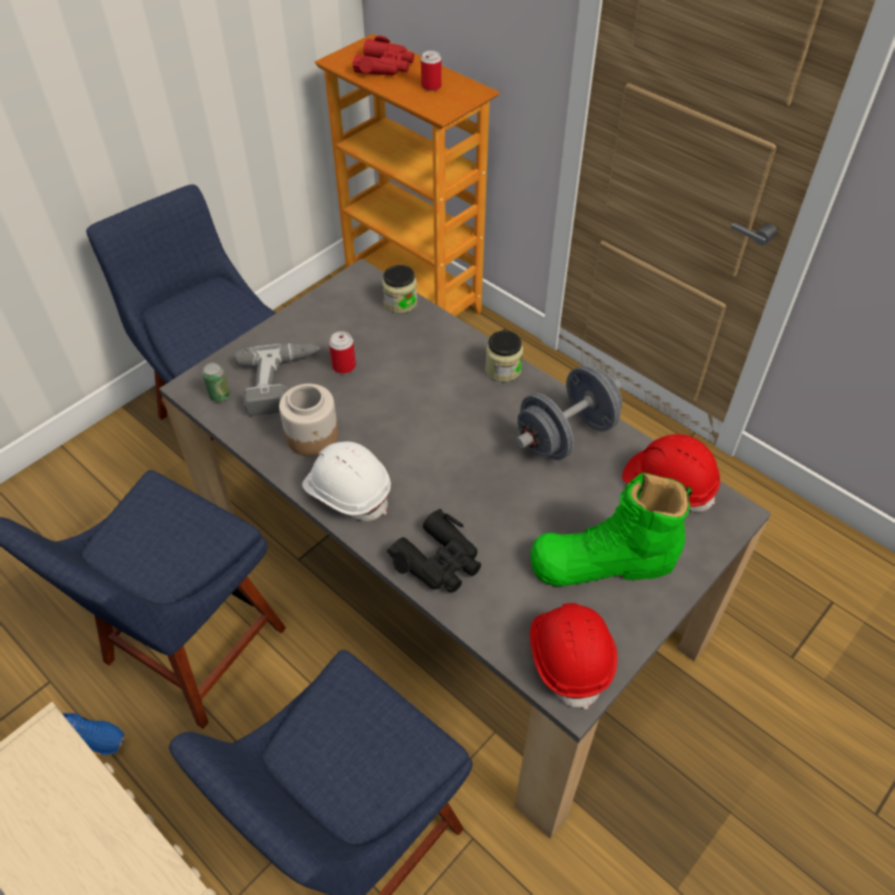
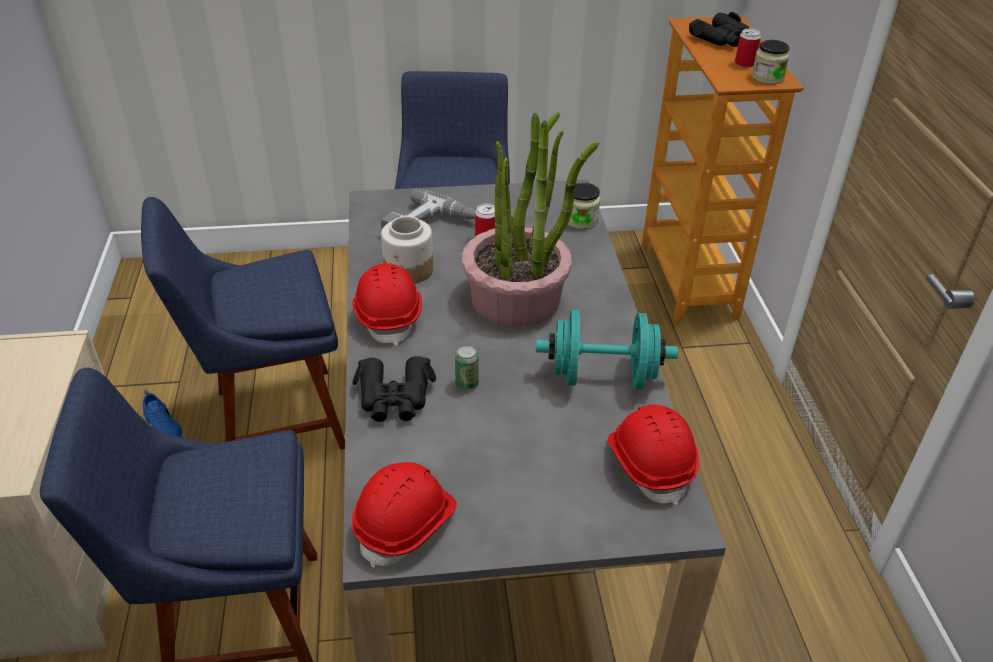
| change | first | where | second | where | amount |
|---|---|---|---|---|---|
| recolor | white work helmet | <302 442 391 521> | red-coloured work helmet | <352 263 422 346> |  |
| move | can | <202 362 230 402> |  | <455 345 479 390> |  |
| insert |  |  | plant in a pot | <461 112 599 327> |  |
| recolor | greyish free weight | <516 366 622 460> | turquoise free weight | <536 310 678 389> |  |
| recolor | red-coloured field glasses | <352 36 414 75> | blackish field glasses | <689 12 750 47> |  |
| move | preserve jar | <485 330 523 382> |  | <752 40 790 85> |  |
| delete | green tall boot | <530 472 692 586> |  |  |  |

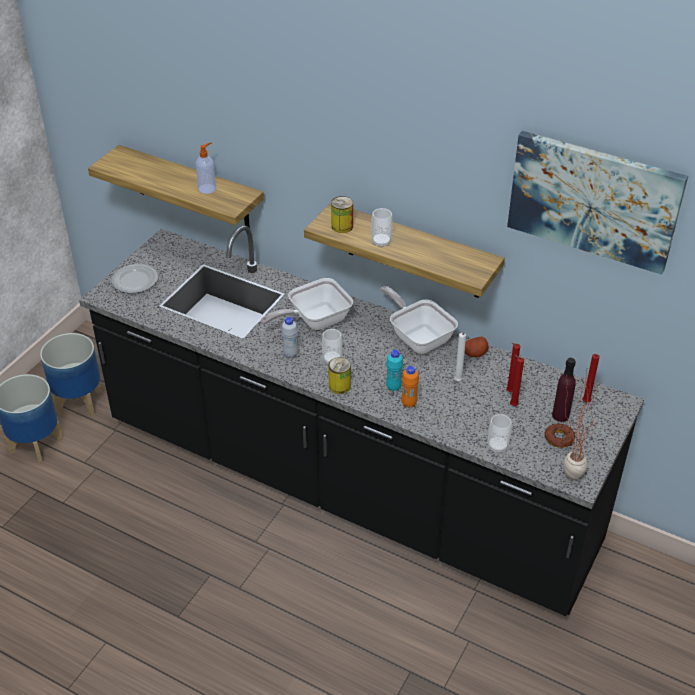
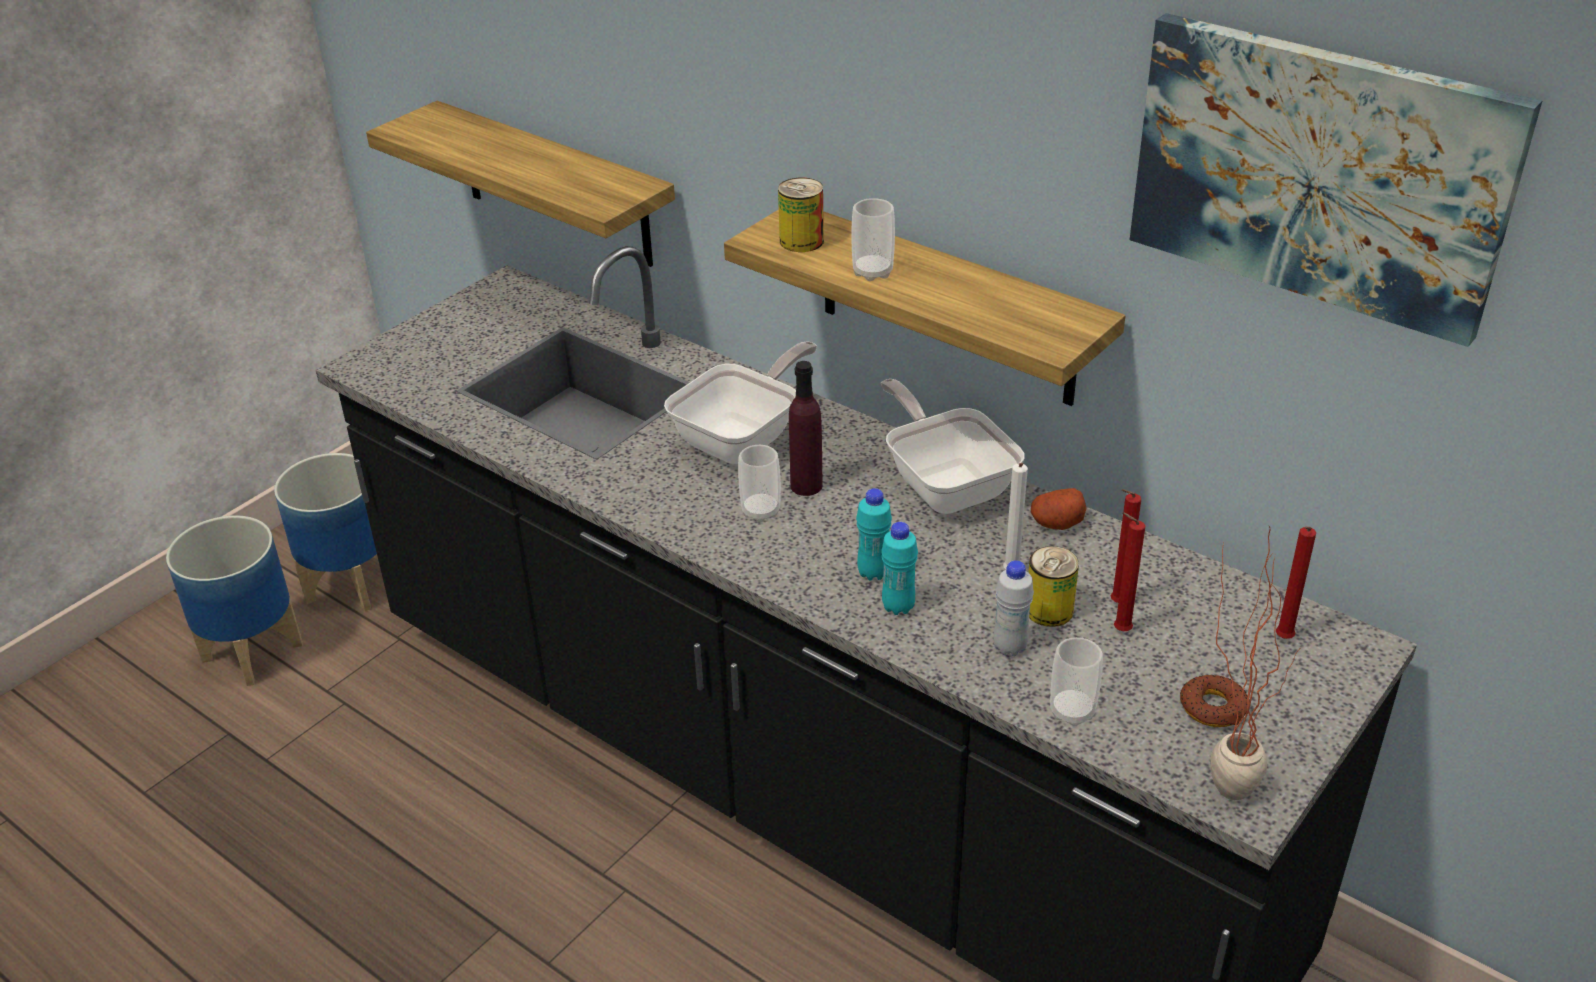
| change | first | where | second | where | amount |
|---|---|---|---|---|---|
| rotate | skillet | <261 278 353 330> |  | <664 342 817 465> | 150 degrees clockwise |
| move | purple beverage bottle | <552 358 576 422> |  | <789 361 822 496> |  |
| recolor | orangey beverage bottle | <401 366 419 408> | turquoise beverage bottle | <881 522 918 615> |  |
| move | white beverage bottle | <281 317 298 358> |  | <994 560 1034 656> |  |
| move | can | <328 357 351 394> |  | <1028 546 1079 627> |  |
| delete | flat dish | <111 264 158 293> |  |  |  |
| delete | soap bottle | <196 142 216 194> |  |  |  |

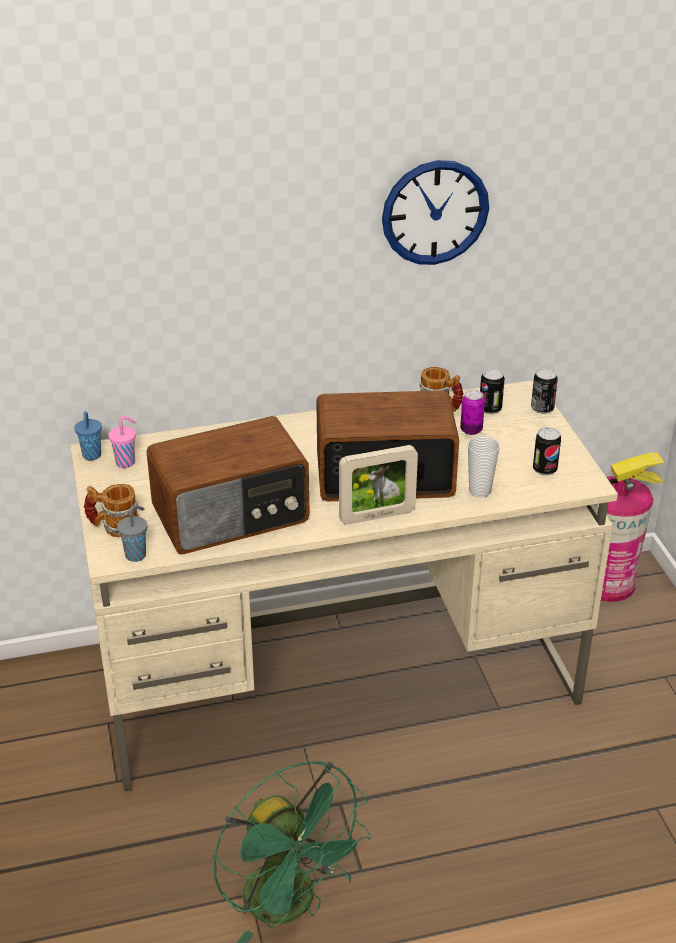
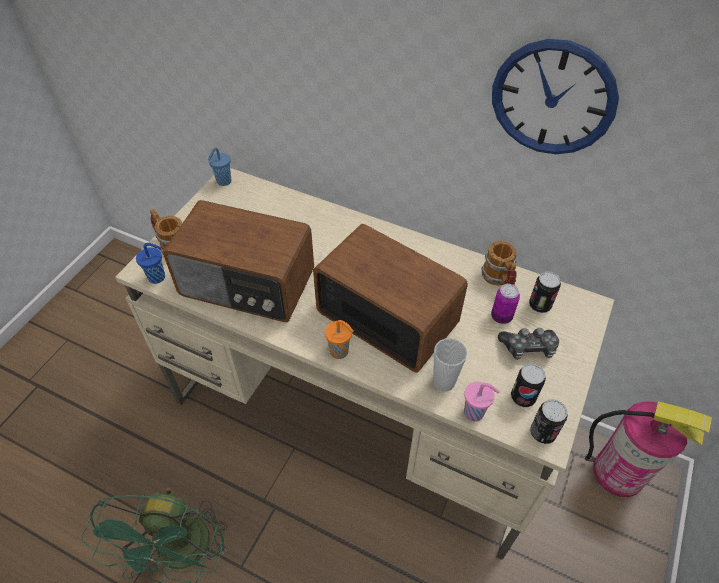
| change | first | where | second | where | amount |
|---|---|---|---|---|---|
| recolor | greyish cup | <117 505 147 562> | blue-coloured cup | <136 243 165 284> |  |
| replace | photo frame | <339 445 418 525> | orangey cup | <325 320 354 359> |  |
| move | pinkish cup | <108 416 137 468> |  | <464 382 500 422> |  |
| insert |  |  | gamepad | <498 328 559 360> |  |
| move | can | <531 368 558 414> |  | <530 399 568 444> |  |

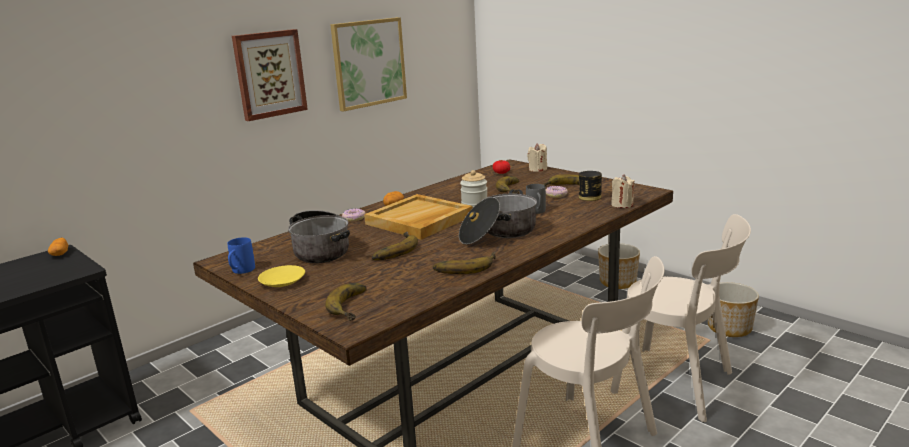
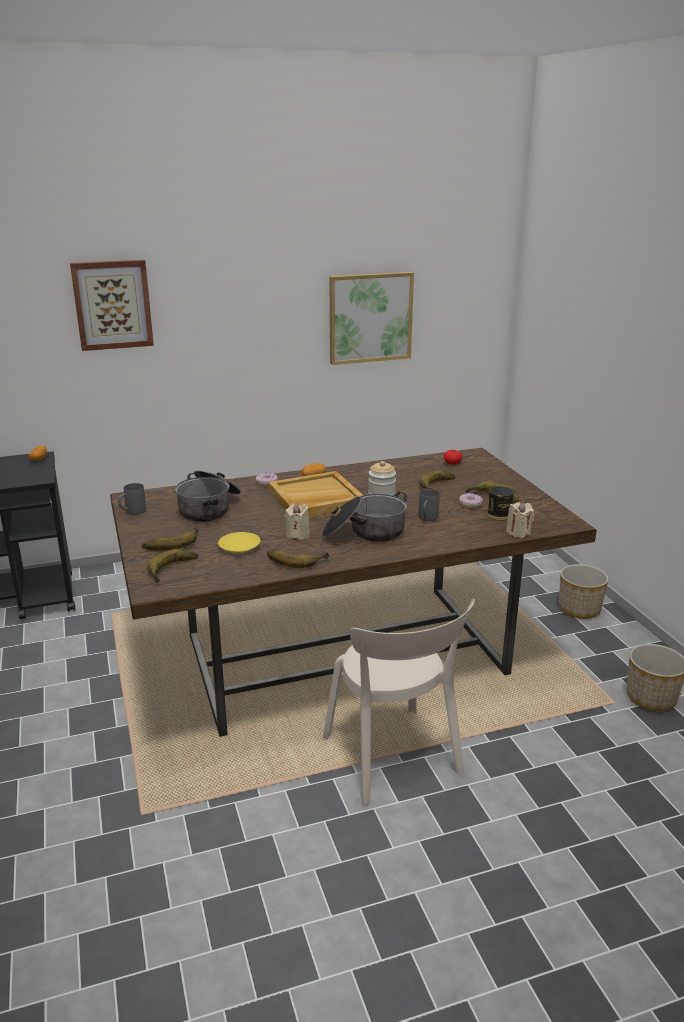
| change | first | where | second | where | amount |
|---|---|---|---|---|---|
| move | wall art | <232 29 308 121> |  | <70 260 154 351> |  |
| recolor | blue-coloured tea mug | <227 237 255 274> | greyish tea mug | <118 483 146 515> |  |
| move | whole banana | <372 232 418 260> |  | <142 526 199 551> |  |
| move | yellow flat dish | <258 265 305 287> |  | <218 532 260 553> |  |
| move | sand-coloured wax candle | <527 143 547 172> |  | <285 503 310 540> |  |
| delete | sand-coloured chair | <610 214 751 422> |  |  |  |

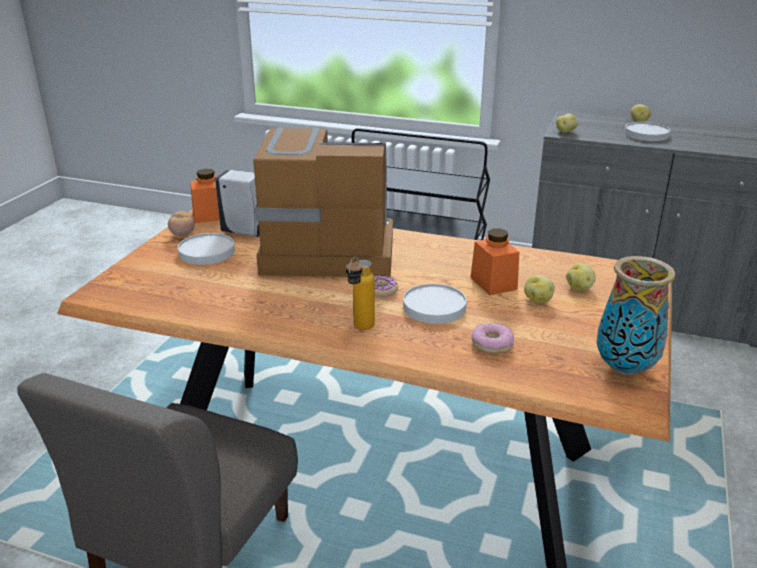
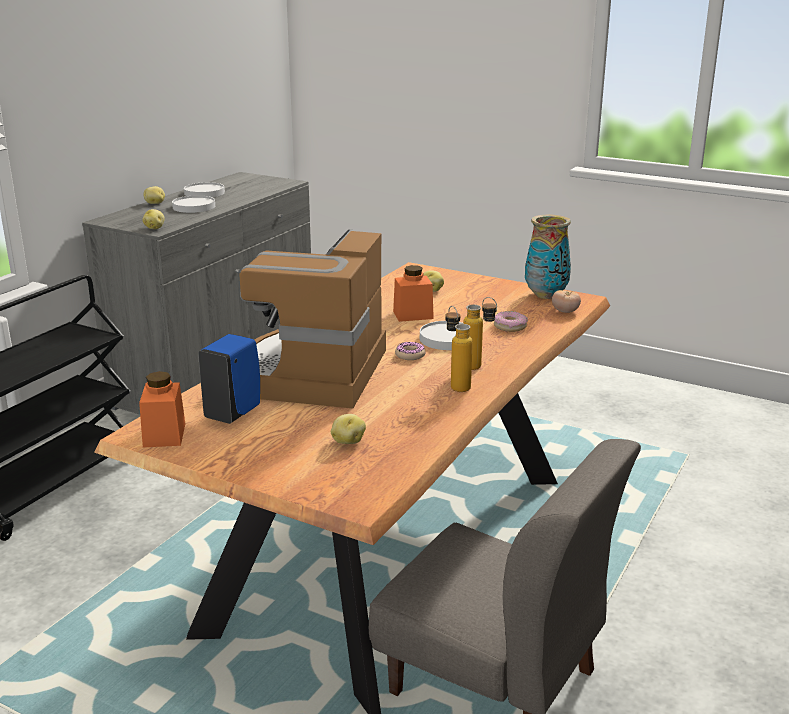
| change | first | where | second | where | amount |
|---|---|---|---|---|---|
| move | white flat dish | <178 233 235 265> |  | <184 182 225 197> |  |
| recolor | white soap bottle | <215 170 260 237> | blue-coloured soap bottle | <198 334 260 424> |  |
| move | whole potato | <524 275 555 303> |  | <331 414 366 444> |  |
| insert |  |  | beverage bottle | <445 306 473 392> |  |
| move | fresh tomato | <168 211 195 236> |  | <552 290 581 313> |  |

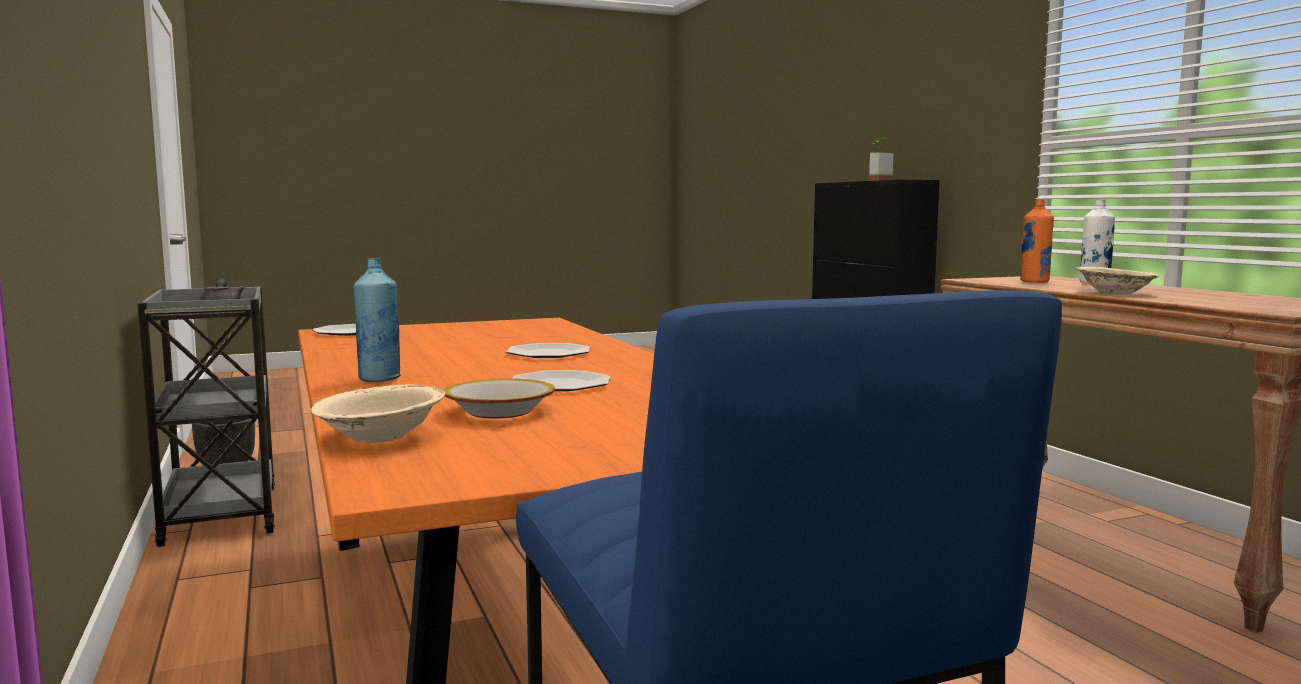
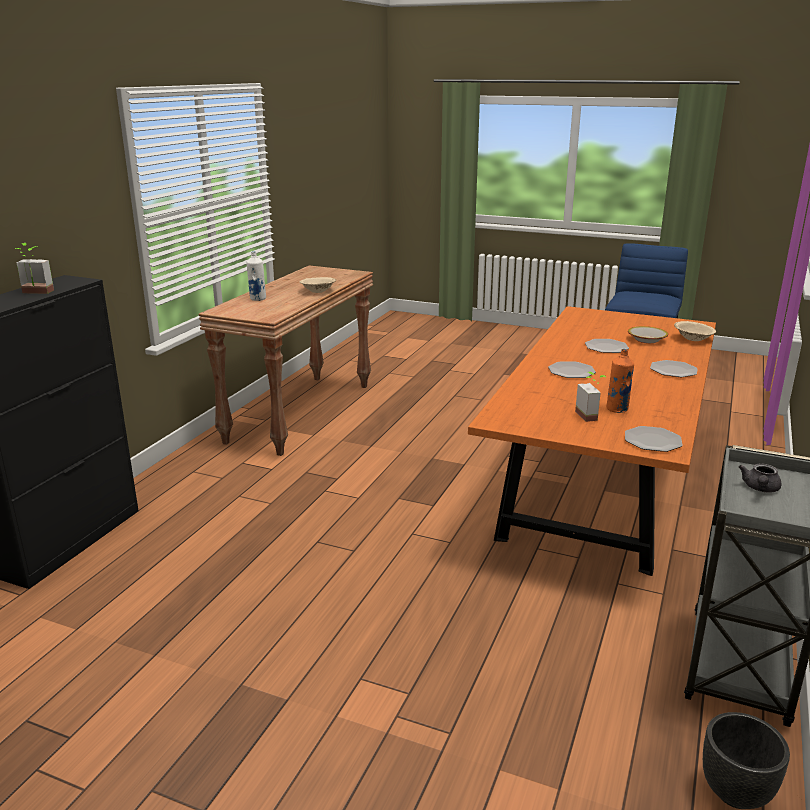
| change | first | where | second | where | amount |
|---|---|---|---|---|---|
| insert |  |  | plant in a pot | <575 372 606 422> |  |
| move | orangey beverage bottle | <1020 199 1054 283> |  | <606 349 634 413> |  |
| replace | blue-coloured beverage bottle | <354 258 401 382> | flat dish | <650 360 698 377> |  |

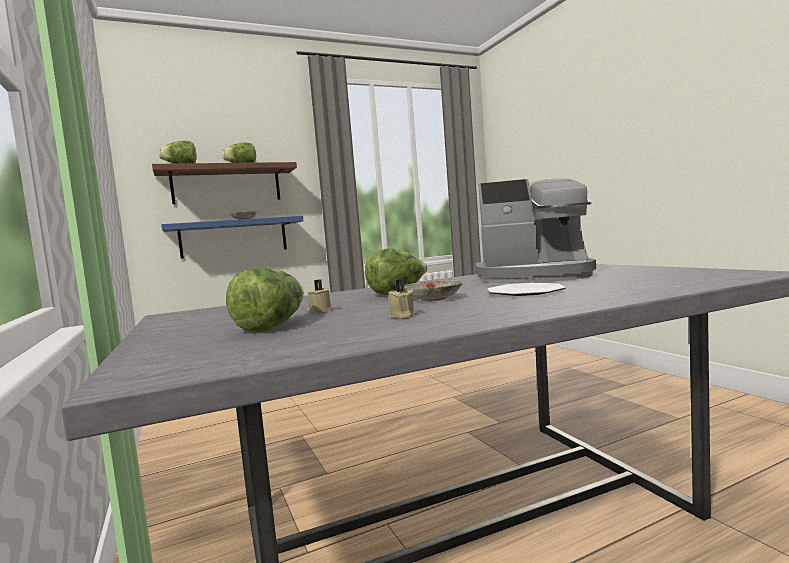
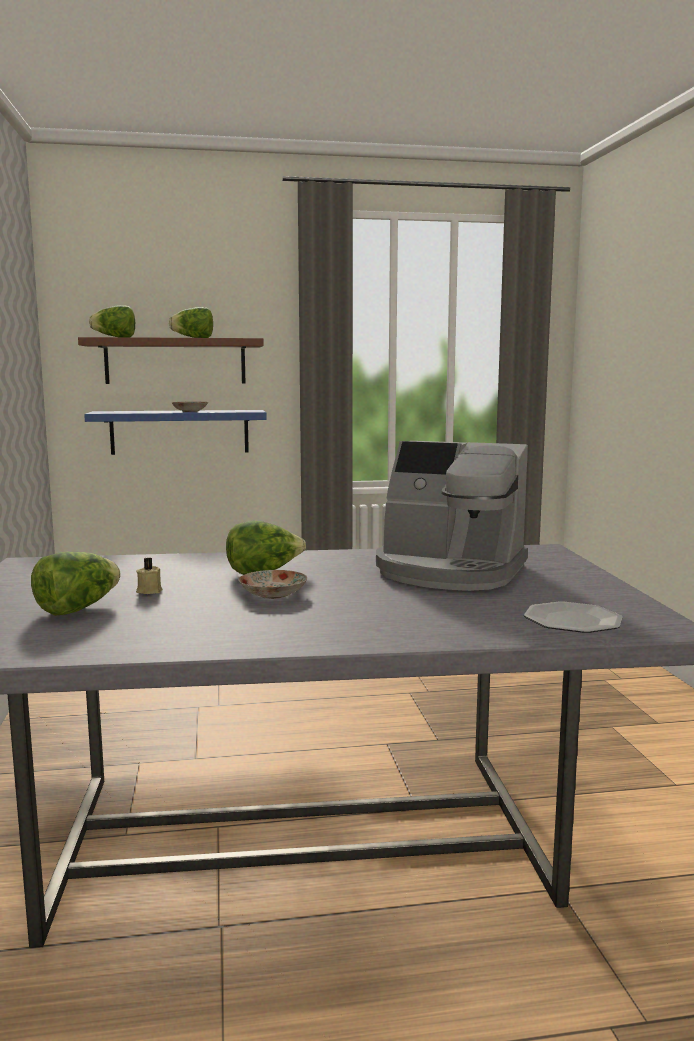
| change | first | where | second | where | amount |
|---|---|---|---|---|---|
| move | flat dish | <488 283 566 296> |  | <524 601 623 633> |  |
| delete | sand-coloured wax candle | <388 279 417 319> |  |  |  |

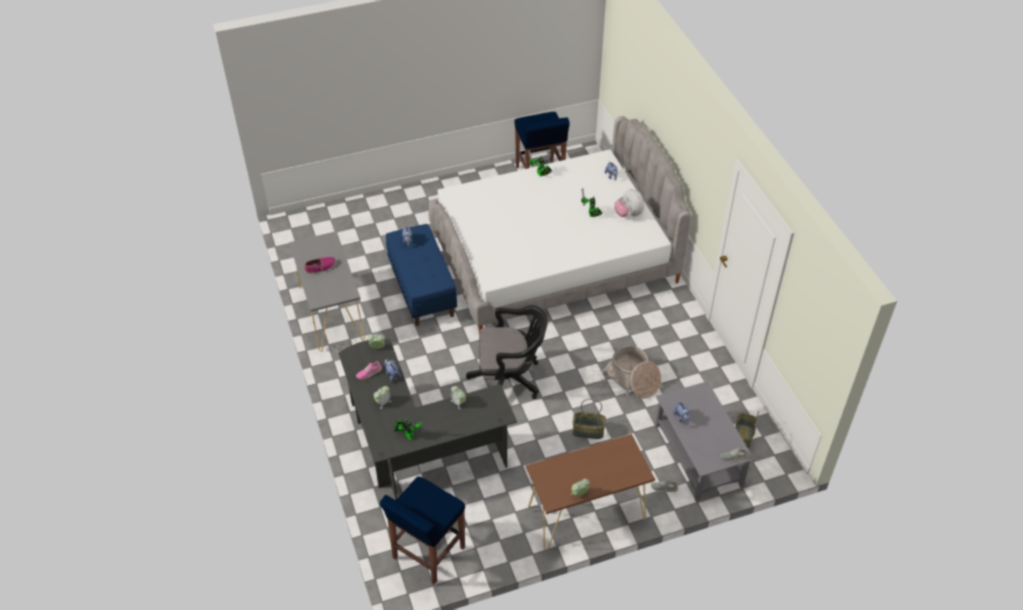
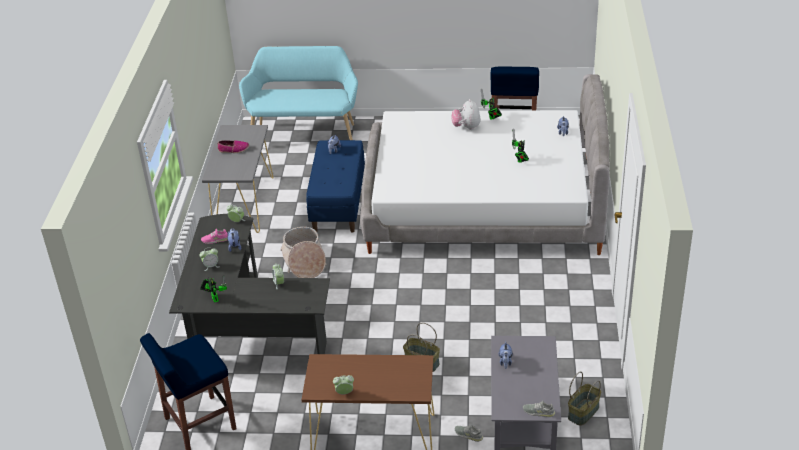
| change | first | where | second | where | amount |
|---|---|---|---|---|---|
| insert |  |  | turquoise long seat | <239 46 358 140> |  |
| move | household basket | <602 345 661 399> |  | <280 227 326 278> |  |
| move | cuddly toy | <614 188 644 217> |  | <451 99 481 130> |  |
| delete | blackish desk chair | <466 305 548 399> |  |  |  |

